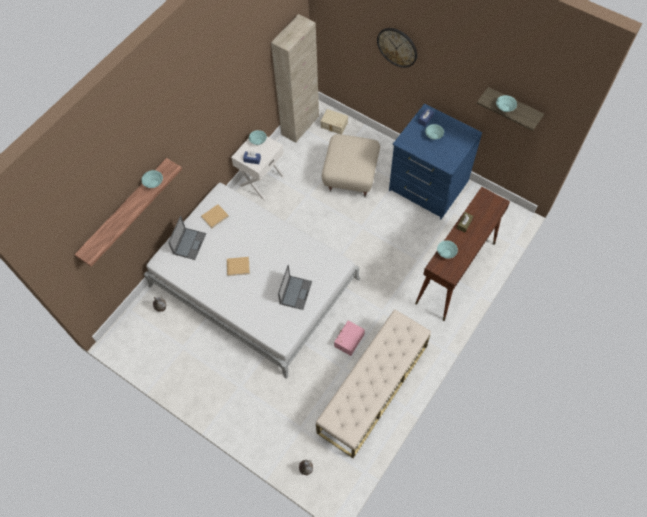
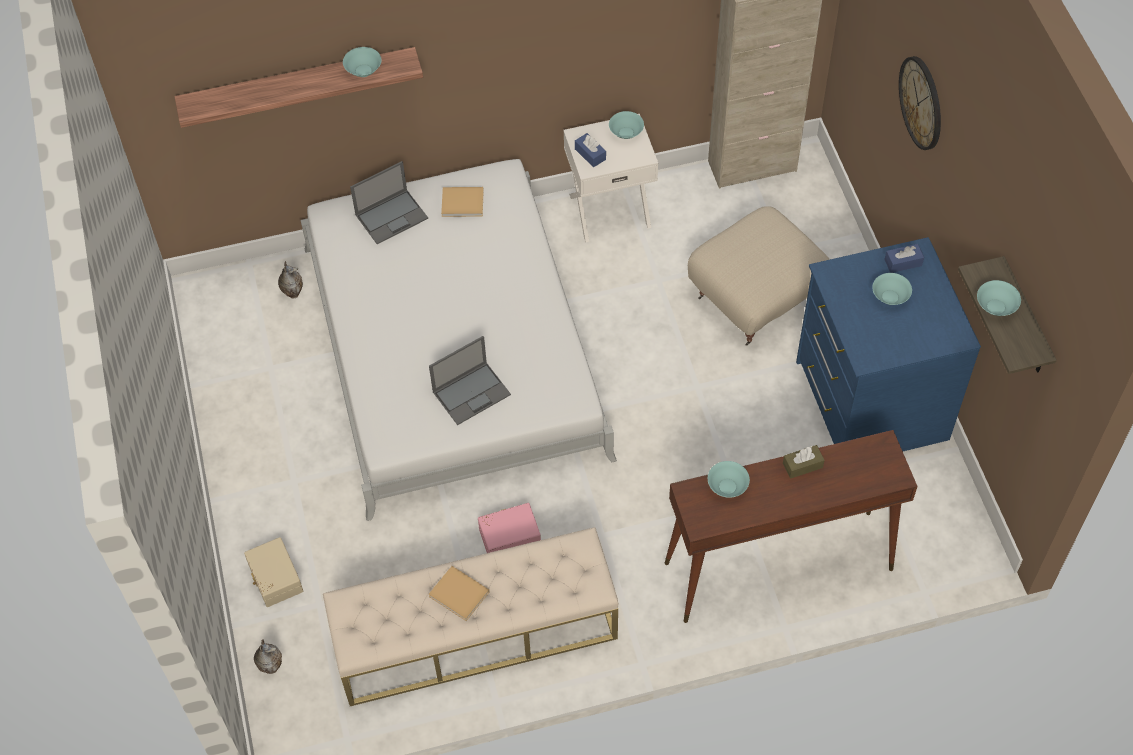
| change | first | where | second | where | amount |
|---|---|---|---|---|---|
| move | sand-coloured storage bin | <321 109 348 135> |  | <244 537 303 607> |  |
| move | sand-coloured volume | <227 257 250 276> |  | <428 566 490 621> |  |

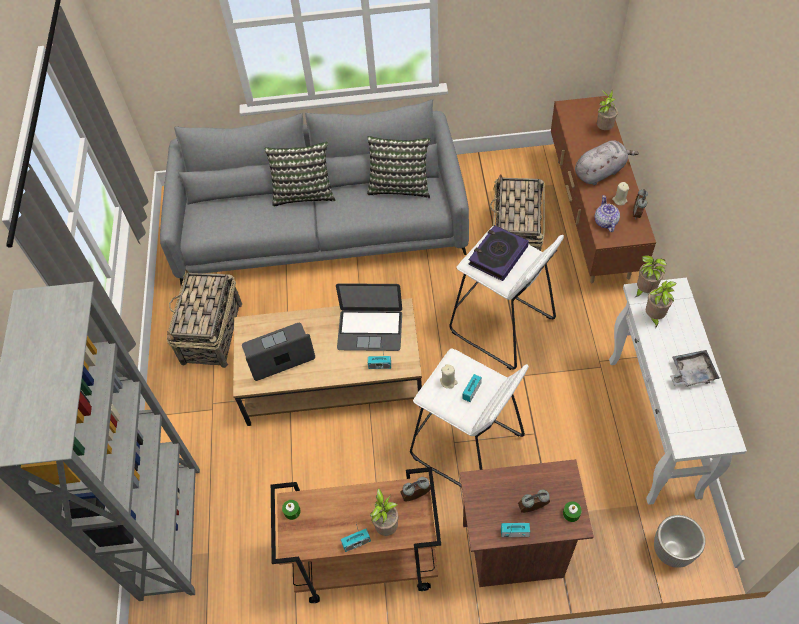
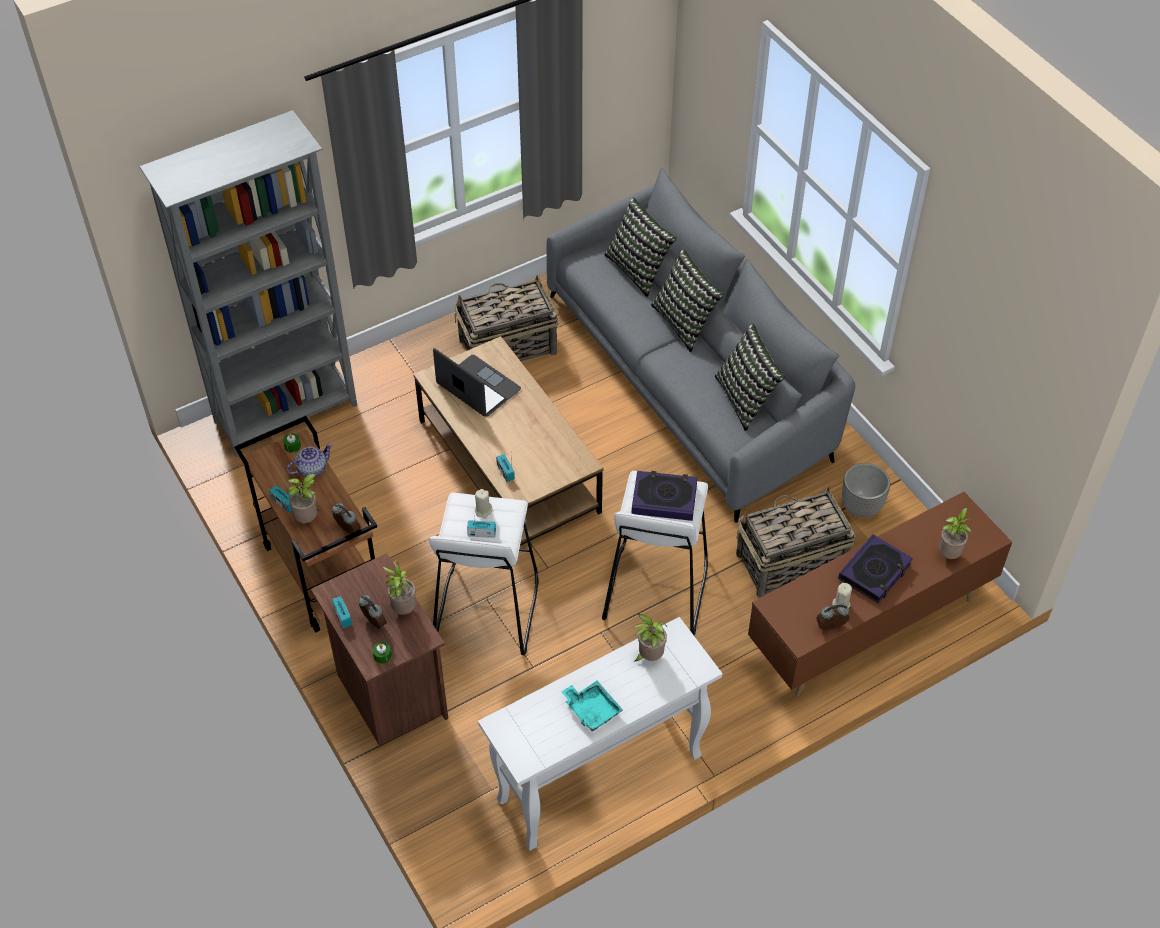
| change | first | where | second | where | amount |
|---|---|---|---|---|---|
| move | pot for tea | <595 195 620 232> |  | <287 444 332 476> |  |
| move | plant in a pot | <634 256 667 298> |  | <383 563 416 615> |  |
| recolor | greyish serving tray | <670 350 719 387> | turquoise serving tray | <562 681 623 732> |  |
| insert |  |  | throw pillow | <604 197 677 297> |  |
| replace | greyish cuddly toy | <575 140 639 185> | volume | <838 534 913 603> |  |
| move | flower pot | <654 515 706 568> |  | <842 463 890 518> |  |
| delete | portable computer | <336 283 402 351> |  |  |  |

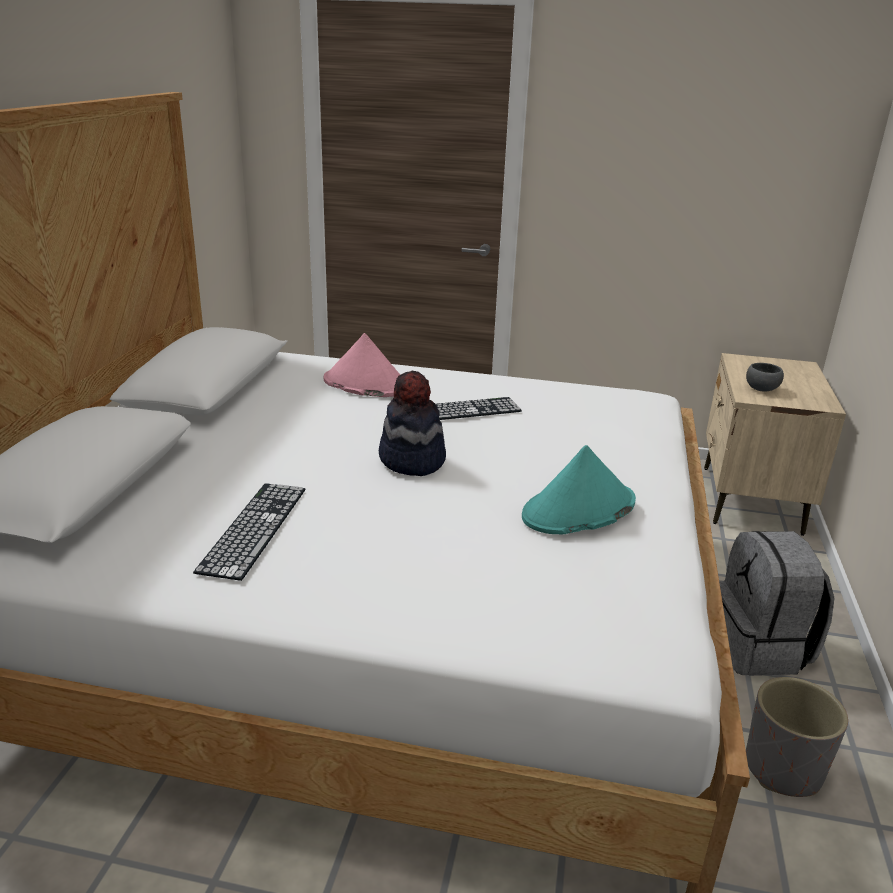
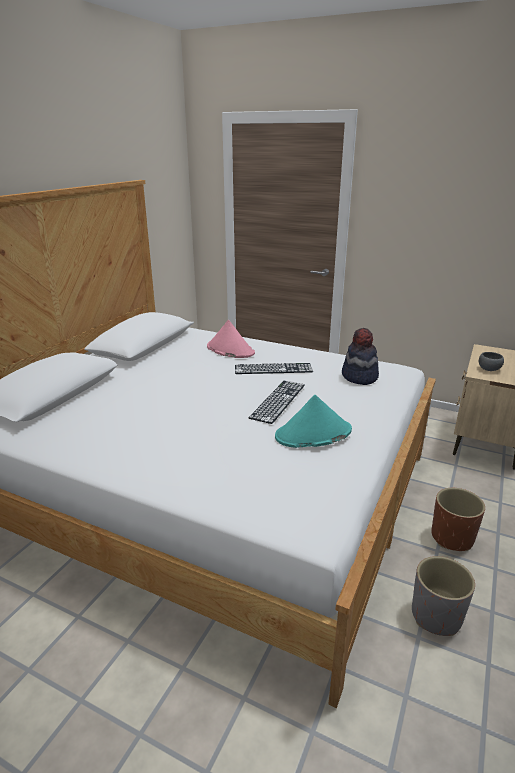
| change | first | where | second | where | amount |
|---|---|---|---|---|---|
| move | computer keyboard | <193 483 305 581> |  | <249 381 305 424> |  |
| move | clothing hat | <379 371 446 476> |  | <342 328 379 385> |  |
| replace | greyish rucksack | <719 531 834 676> | brown-coloured flower pot | <431 488 485 551> |  |

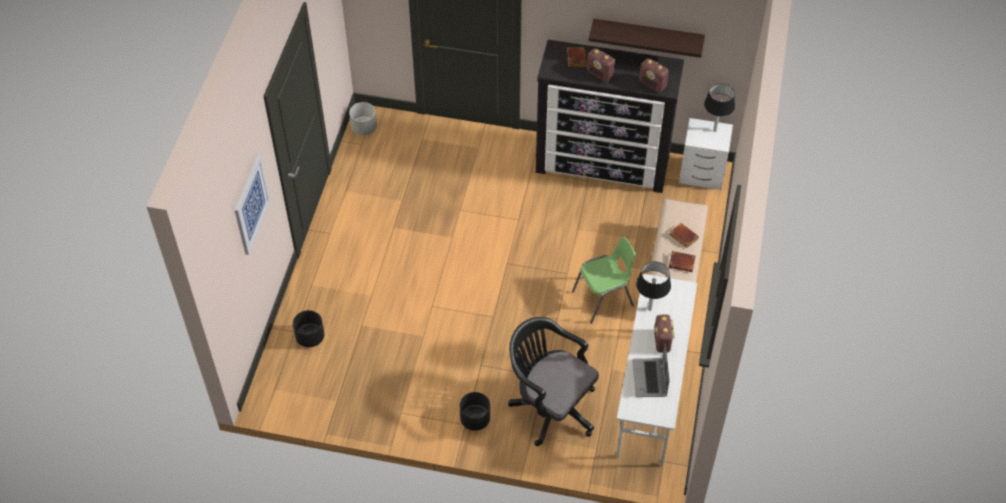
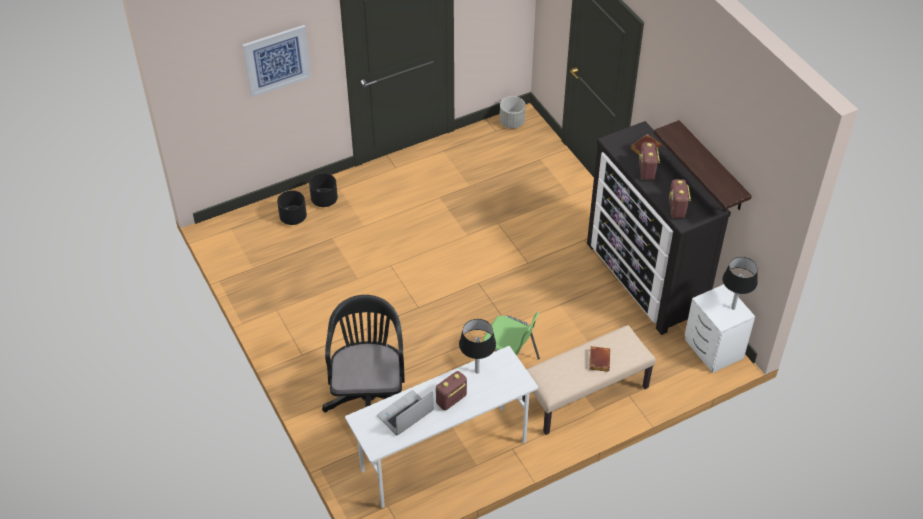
| change | first | where | second | where | amount |
|---|---|---|---|---|---|
| move | blackish flower pot | <460 392 490 431> |  | <309 173 338 207> |  |
| delete | brown-coloured volume | <669 251 696 272> |  |  |  |

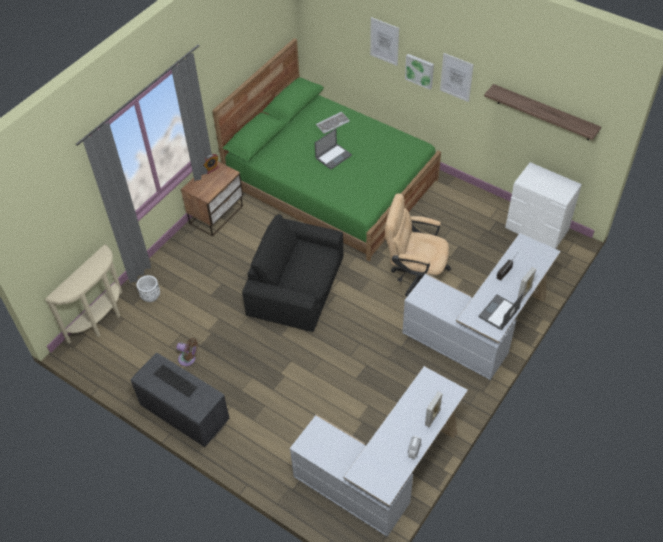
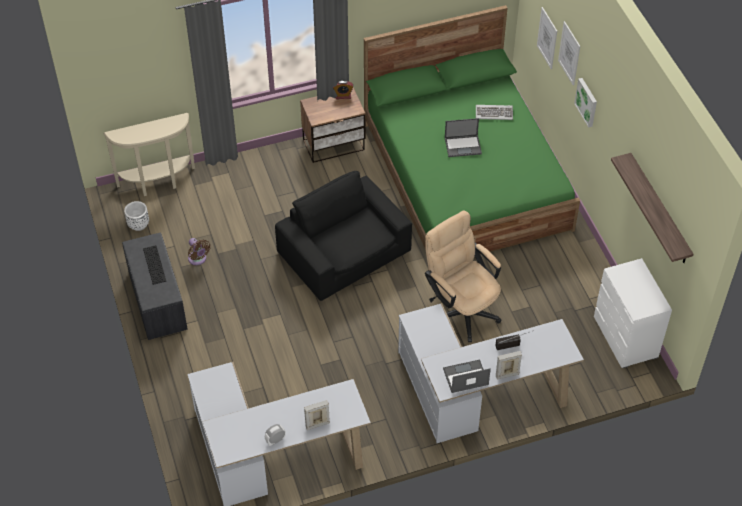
| change | first | where | second | where | amount |
|---|---|---|---|---|---|
| move | white flower pot | <137 275 160 302> |  | <124 201 149 231> |  |
| move | wall art | <440 53 474 102> |  | <537 7 557 69> |  |

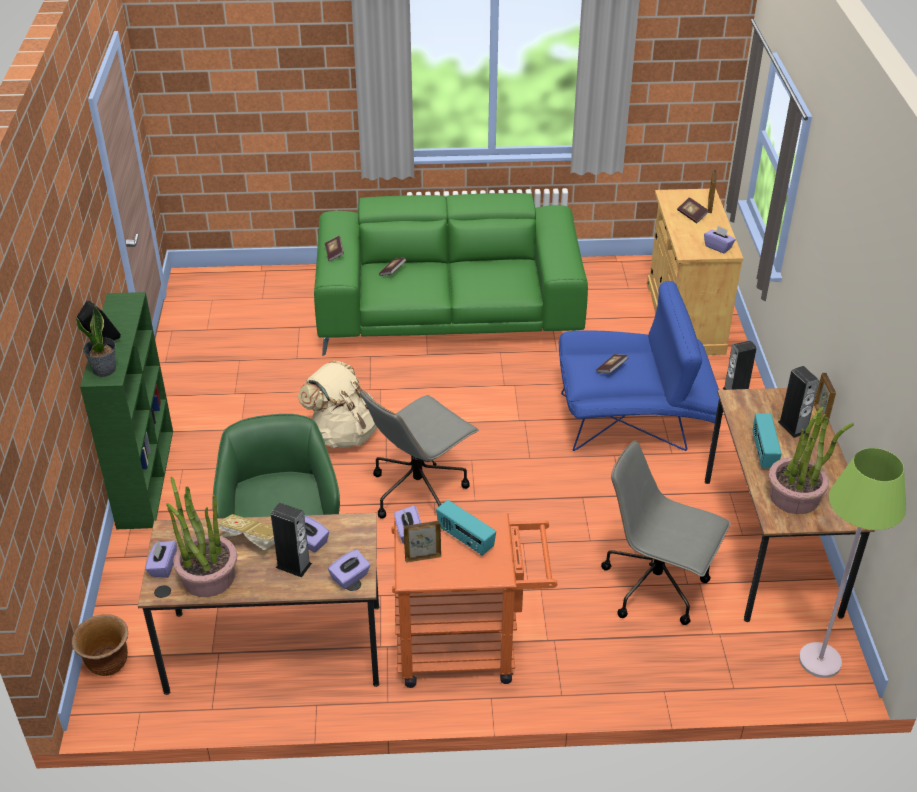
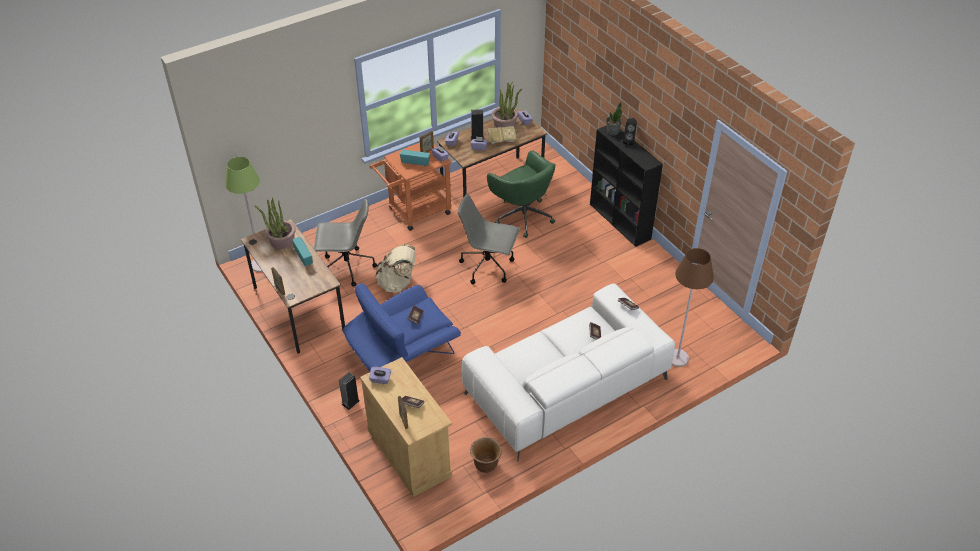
| change | first | where | second | where | amount |
|---|---|---|---|---|---|
| move | sand-coloured rucksack | <298 360 377 448> |  | <375 244 416 293> |  |
| rotate | greyish desk chair | <360 390 479 519> |  | <458 194 520 284> | 90 degrees counterclockwise |
| recolor | green settee | <314 193 588 356> | white settee | <462 283 675 462> |  |
| move | brown-coloured flower pot | <72 614 128 676> |  | <470 437 502 473> |  |
| recolor | green shelving unit | <80 292 173 529> | blackish shelving unit | <590 125 663 247> |  |
| insert |  |  | brown-coloured standard lamp | <672 248 714 367> |  |
| delete | speaker | <778 366 819 438> |  |  |  |

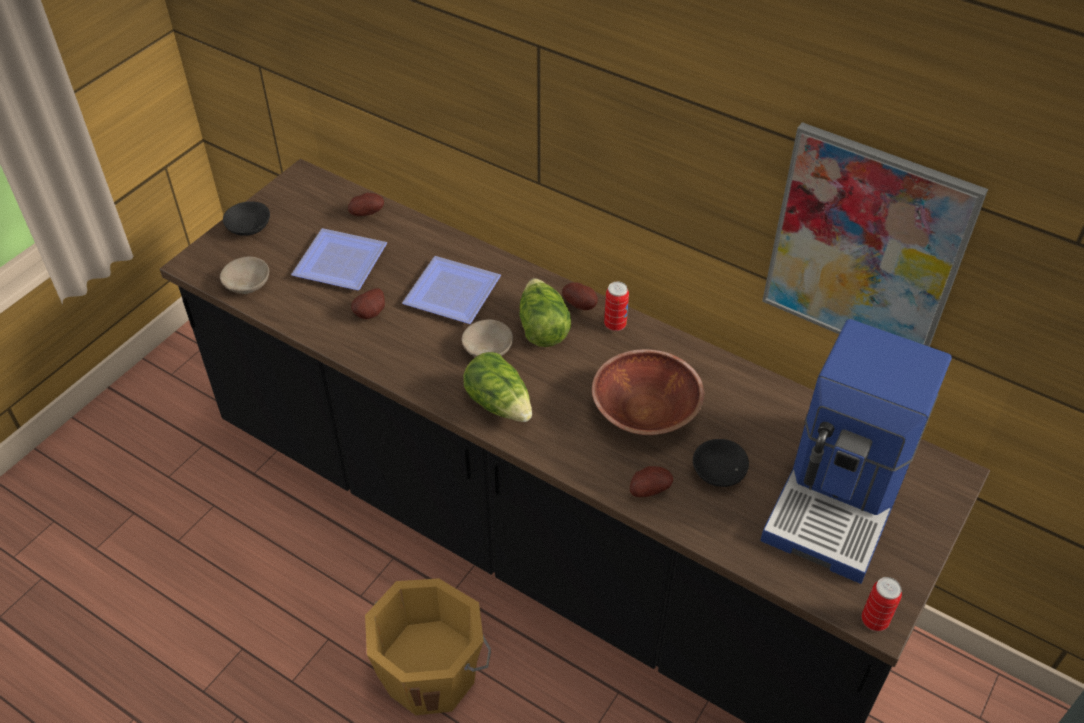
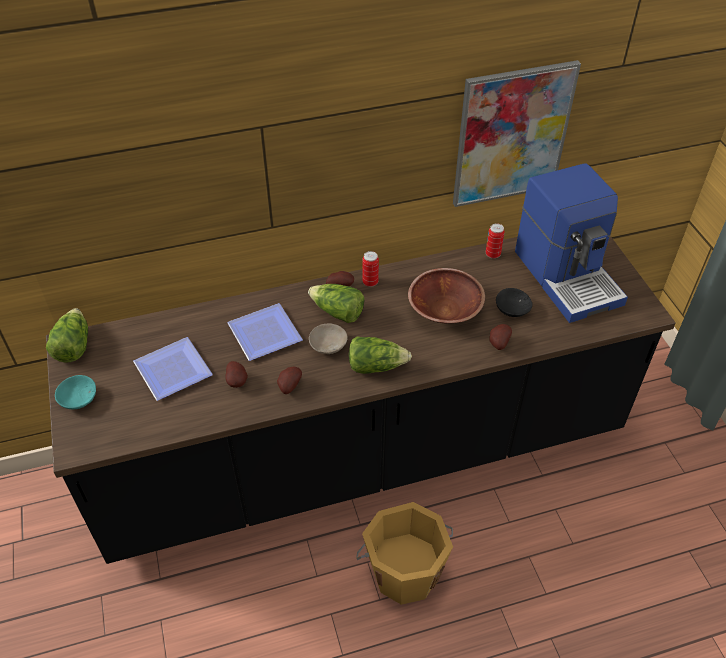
| change | first | where | second | where | amount |
|---|---|---|---|---|---|
| insert |  |  | lettuce head | <46 308 88 362> |  |
| recolor | blackish bowl | <223 201 270 236> | turquoise bowl | <55 375 96 409> |  |
| move | whole potato | <348 193 384 216> |  | <277 366 302 394> |  |
| move | can | <862 577 902 631> |  | <486 223 505 259> |  |
| delete | sand-coloured bowl | <220 257 269 294> |  |  |  |

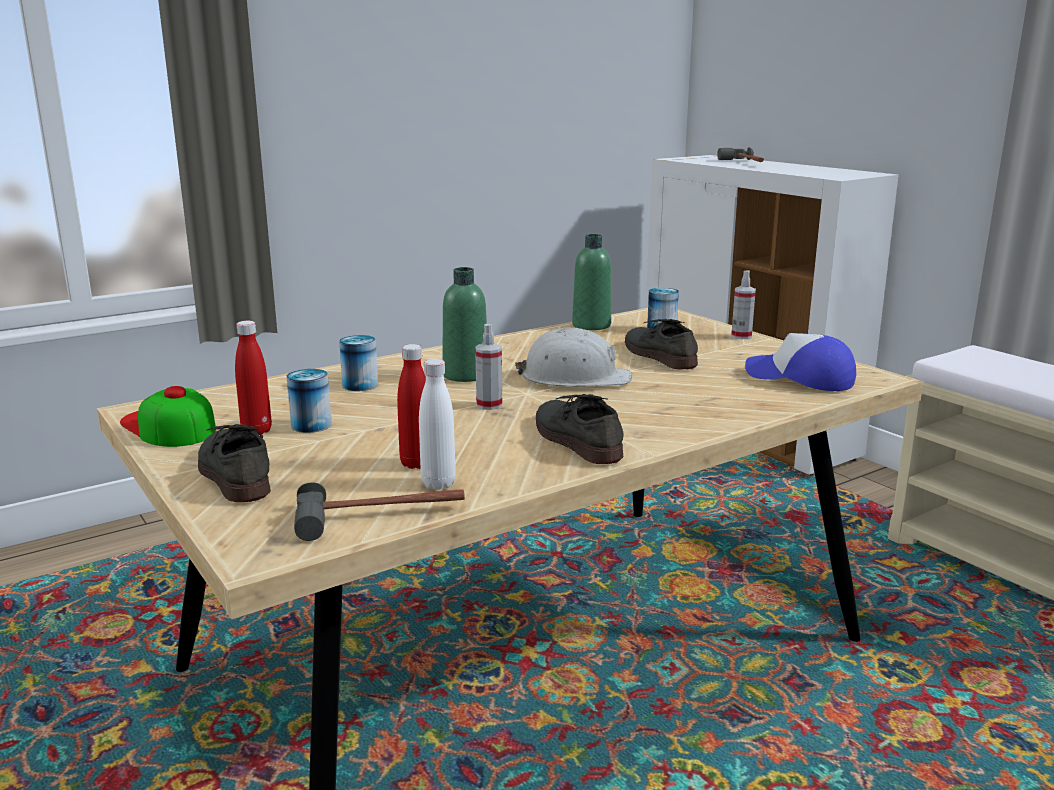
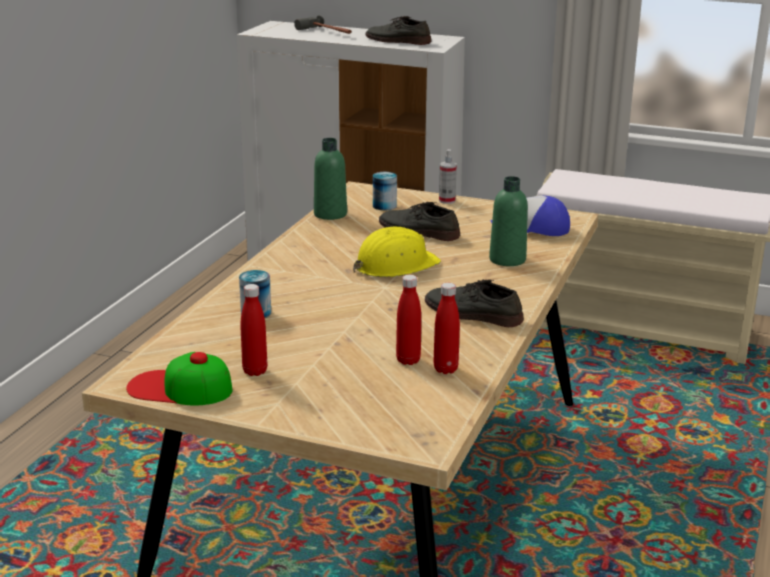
| change | first | where | second | where | amount |
|---|---|---|---|---|---|
| recolor | white work helmet | <515 328 632 386> | yellow work helmet | <353 227 441 277> |  |
| move | greyish shoe | <198 424 271 502> |  | <366 16 431 45> |  |
| recolor | white beverage bottle | <419 359 456 490> | red-coloured beverage bottle | <434 283 460 374> |  |
| move | green beverage bottle | <443 267 487 382> |  | <489 176 528 266> |  |
| delete | can | <286 369 332 433> |  |  |  |
| delete | tool hammer | <294 482 465 541> |  |  |  |
| delete | spray bottle | <475 324 502 410> |  |  |  |

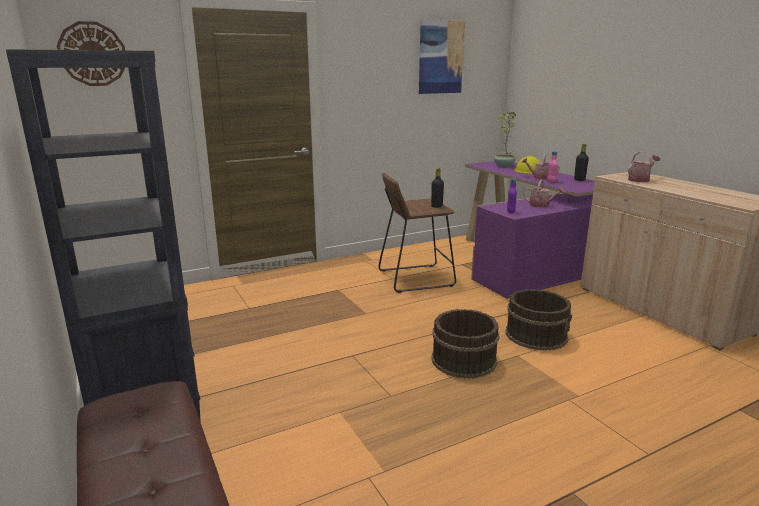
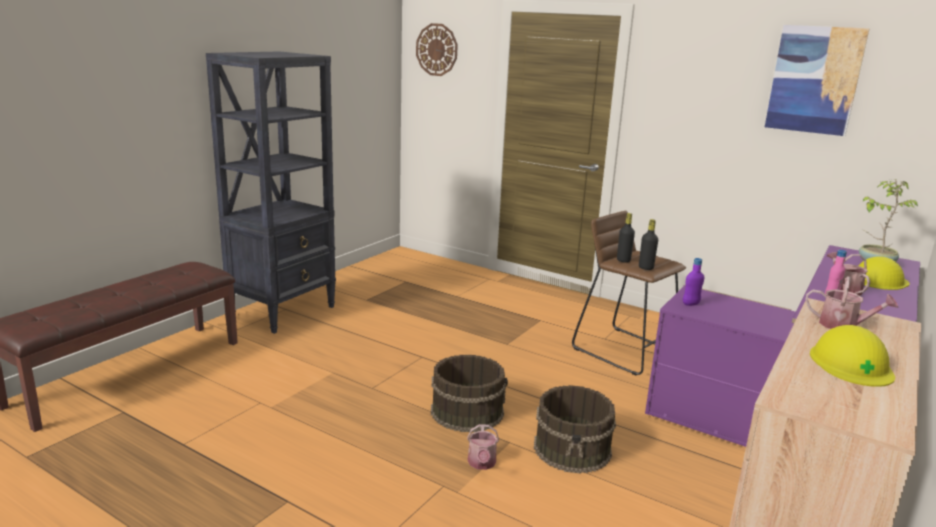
| change | first | where | second | where | amount |
|---|---|---|---|---|---|
| move | watering pot | <523 179 565 207> |  | <467 424 499 470> |  |
| move | blackish beverage bottle | <574 144 589 181> |  | <617 213 635 263> |  |
| insert |  |  | yellow work helmet | <810 325 895 387> |  |

